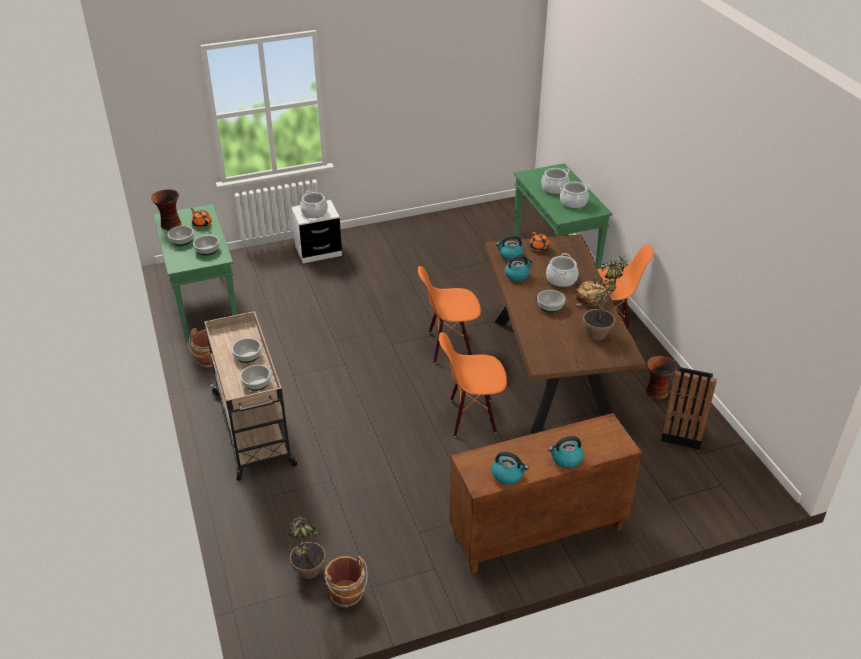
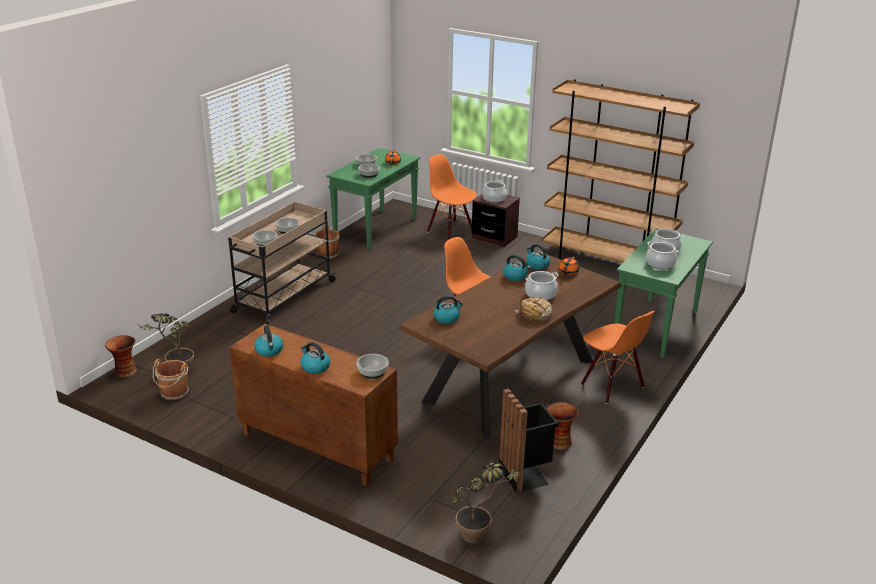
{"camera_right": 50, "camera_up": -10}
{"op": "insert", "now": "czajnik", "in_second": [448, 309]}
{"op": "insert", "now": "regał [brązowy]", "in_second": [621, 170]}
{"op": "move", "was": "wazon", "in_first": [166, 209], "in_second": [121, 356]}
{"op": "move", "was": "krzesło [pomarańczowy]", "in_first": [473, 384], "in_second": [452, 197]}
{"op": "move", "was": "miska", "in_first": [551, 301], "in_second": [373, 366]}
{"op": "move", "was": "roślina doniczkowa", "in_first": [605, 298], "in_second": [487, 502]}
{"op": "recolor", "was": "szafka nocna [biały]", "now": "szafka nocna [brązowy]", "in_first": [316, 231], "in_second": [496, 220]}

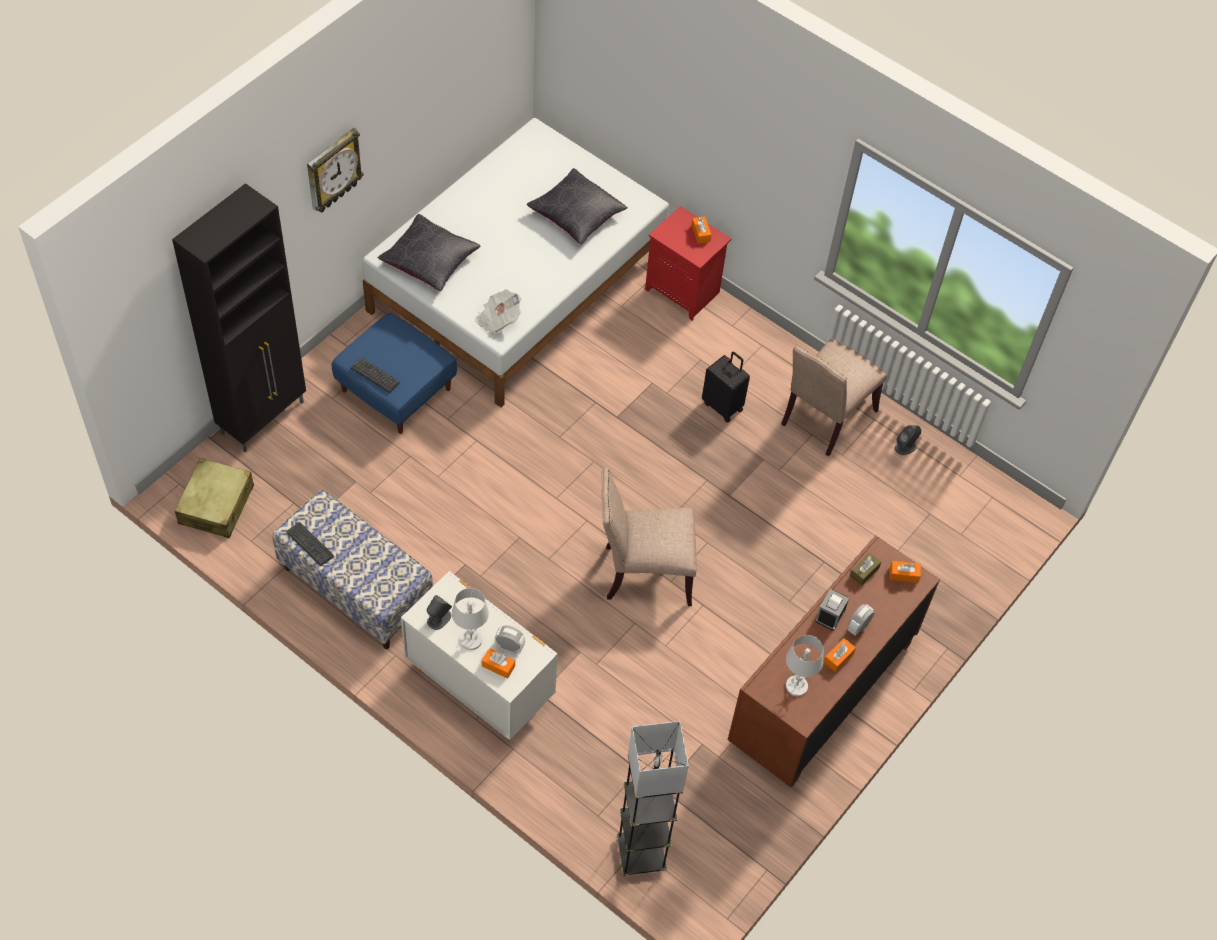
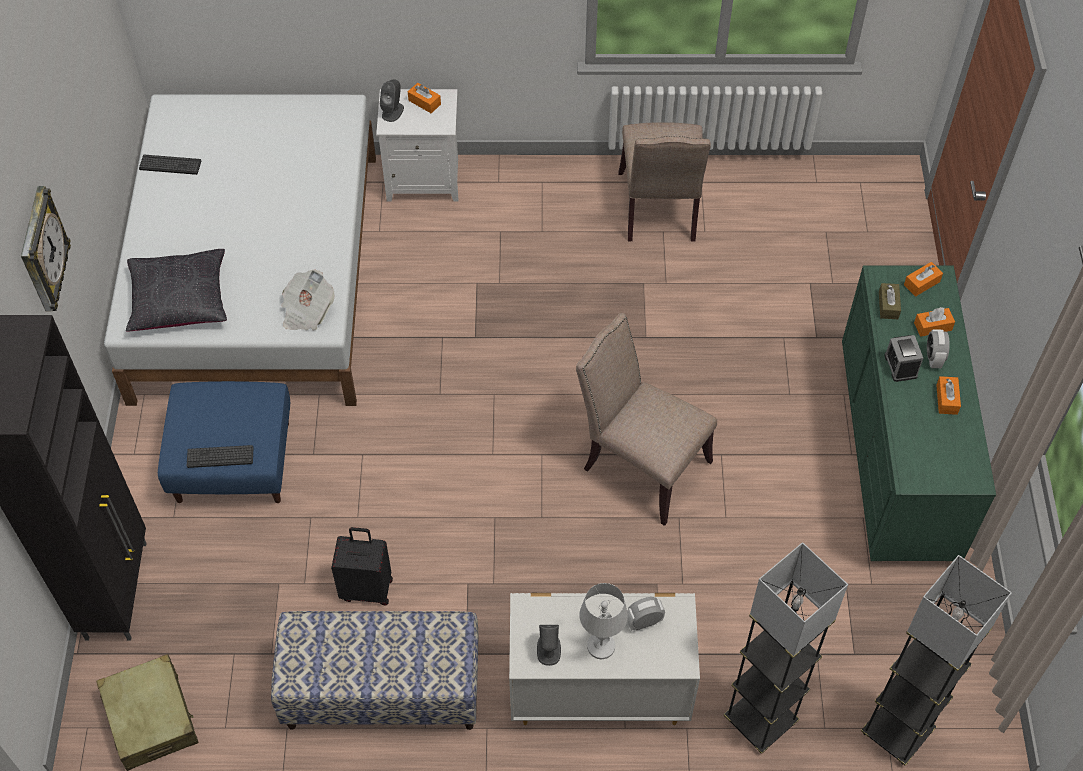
{"camera_right": -35, "camera_up": 0}
{"op": "delete", "was": "poduszka [czarny]", "in_first": [577, 206]}
{"op": "delete", "was": "lampa stołowa [biały]", "in_first": [804, 666]}
{"op": "insert", "now": "lampa stojąca [szary]", "in_second": [786, 648]}
{"op": "move", "was": "klawiatura", "in_first": [310, 544], "in_second": [170, 165]}
{"op": "move", "was": "pudełko chusteczek [pomarańczowy]", "in_first": [498, 663], "in_second": [934, 322]}
{"op": "move", "was": "walizka [czarny]", "in_first": [726, 386], "in_second": [362, 566]}
{"op": "move", "was": "głośnik [szary]", "in_first": [908, 440], "in_second": [392, 100]}
{"op": "recolor", "was": "szafka nocna [czerwony]", "now": "szafka nocna [biały]", "in_first": [688, 263], "in_second": [417, 145]}
{"op": "recolor", "was": "komoda [brązowy]", "now": "komoda [zielony]", "in_first": [834, 661], "in_second": [919, 413]}
{"op": "rotate", "was": "krzesło [beżowy]", "in_first": [649, 536], "in_second": [646, 419], "clockwise": 75}

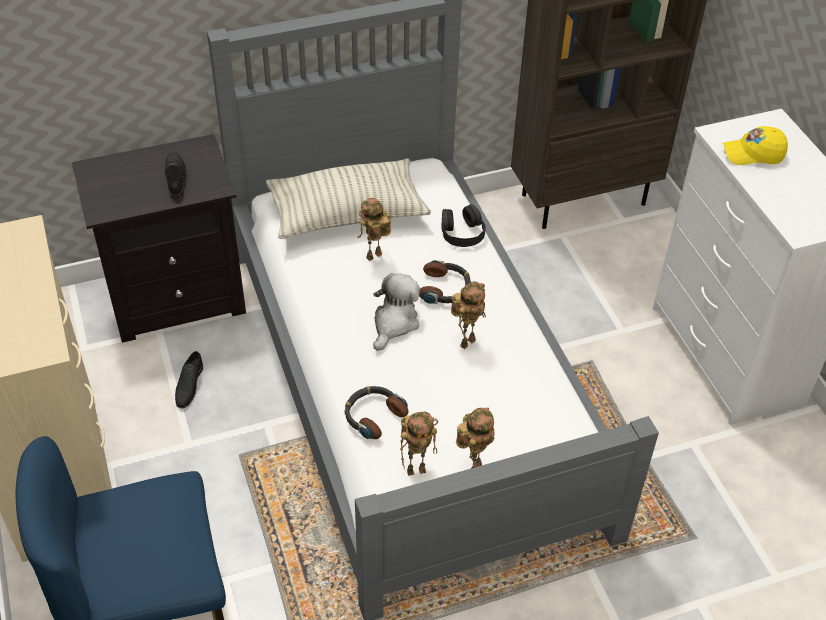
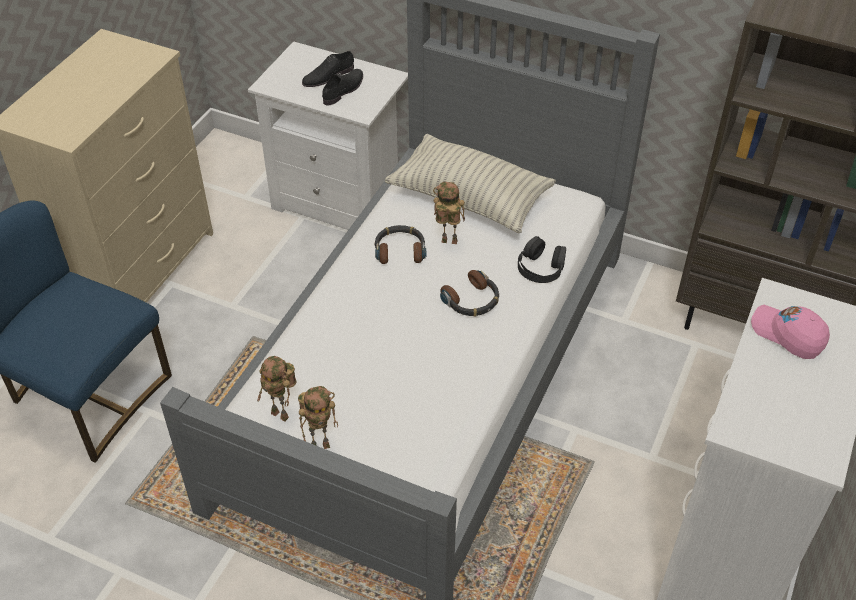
{"camera_right": 45, "camera_up": 0}
{"op": "delete", "was": "pluszak", "in_first": [396, 312]}
{"op": "delete", "was": "robot zabawkowy", "in_first": [468, 315]}
{"op": "move", "was": "but [czarny]", "in_first": [189, 380], "in_second": [328, 69]}
{"op": "move", "was": "słuchawki", "in_first": [376, 412], "in_second": [400, 244]}
{"op": "recolor", "was": "szafka nocna [czarny]", "now": "szafka nocna [biały]", "in_first": [159, 238], "in_second": [328, 135]}
{"op": "recolor", "was": "czapka z daszkiem [żółty]", "now": "czapka z daszkiem [różowy]", "in_first": [755, 145], "in_second": [790, 332]}

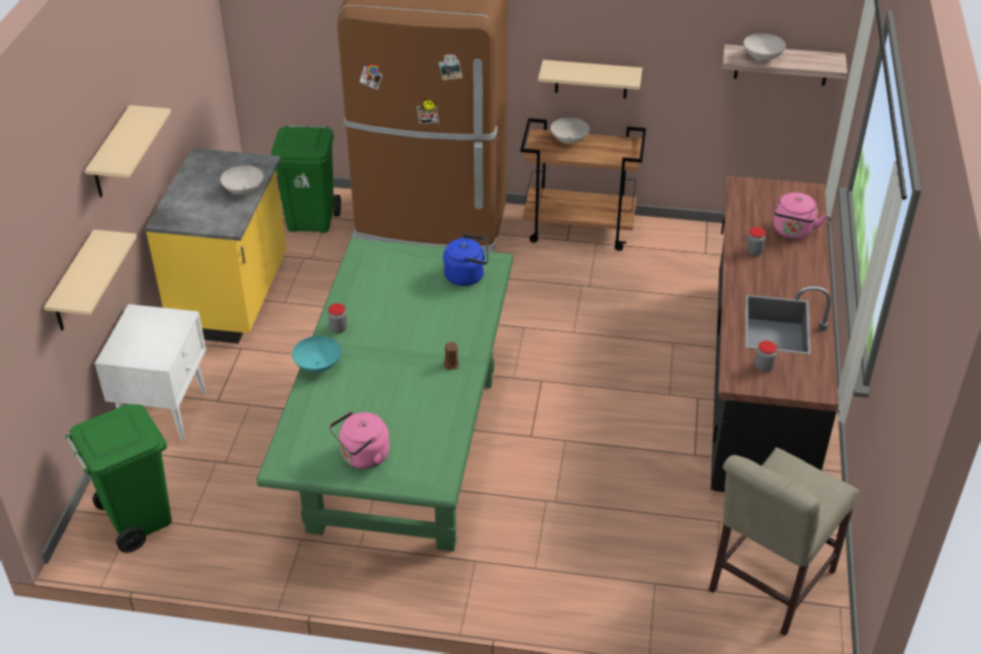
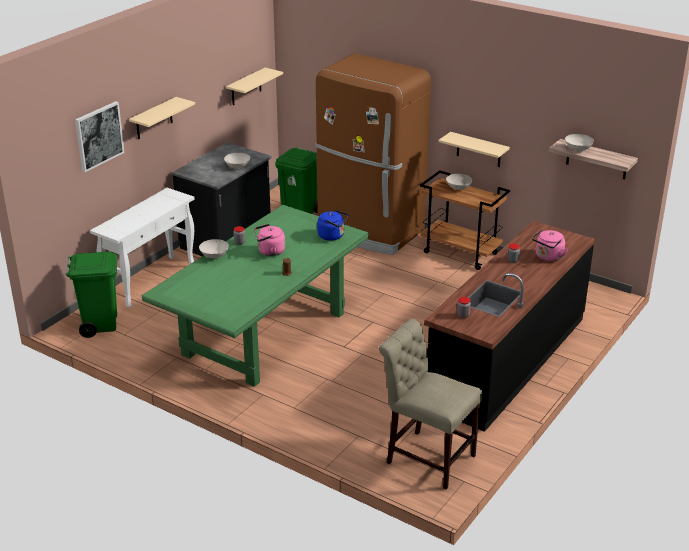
{"camera_right": 25, "camera_up": -10}
{"op": "insert", "now": "obraz", "in_second": [100, 136]}
{"op": "move", "was": "półka [beżowy]", "in_first": [90, 280], "in_second": [254, 86]}
{"op": "move", "was": "czajnik [różowy]", "in_first": [359, 440], "in_second": [269, 240]}
{"op": "replace", "was": "szafka nocna [biały]", "now": "stolik konsolowy [biały]", "in_first": [150, 372], "in_second": [142, 248]}
{"op": "recolor", "was": "zabudowa kuchenna [żółty]", "now": "zabudowa kuchenna [czarny]", "in_first": [215, 246], "in_second": [222, 199]}
{"op": "recolor", "was": "miska [turkusowy]", "now": "miska [biały]", "in_first": [316, 354], "in_second": [214, 248]}
{"op": "rotate", "was": "krzesło [beżowy]", "in_first": [784, 541], "in_second": [430, 404], "clockwise": 60}

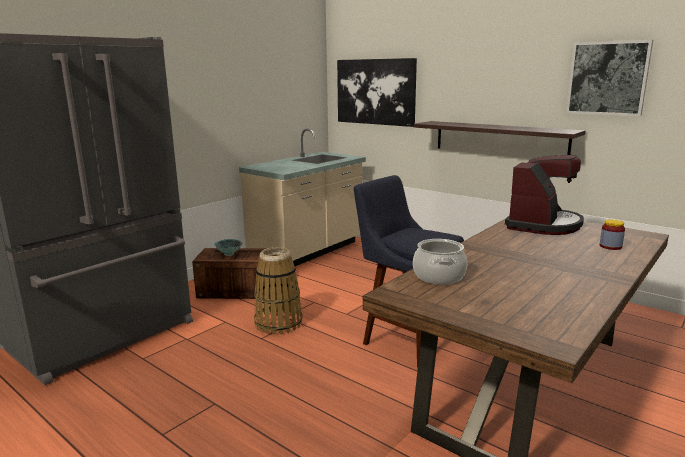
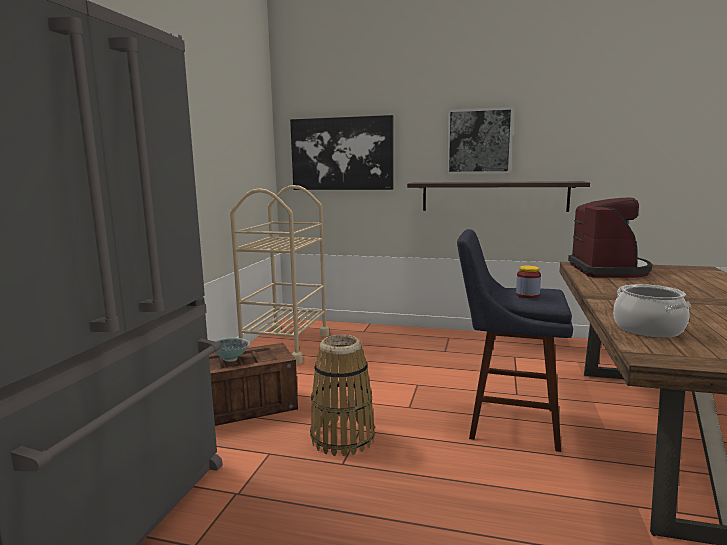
{"camera_right": -25, "camera_up": -5}
{"op": "move", "was": "obraz", "in_first": [609, 78], "in_second": [480, 140]}
{"op": "move", "was": "słoik", "in_first": [612, 234], "in_second": [528, 282]}
{"op": "replace", "was": "zabudowa kuchenna [beżowy]", "now": "wózek [beżowy]", "in_first": [302, 197], "in_second": [279, 274]}

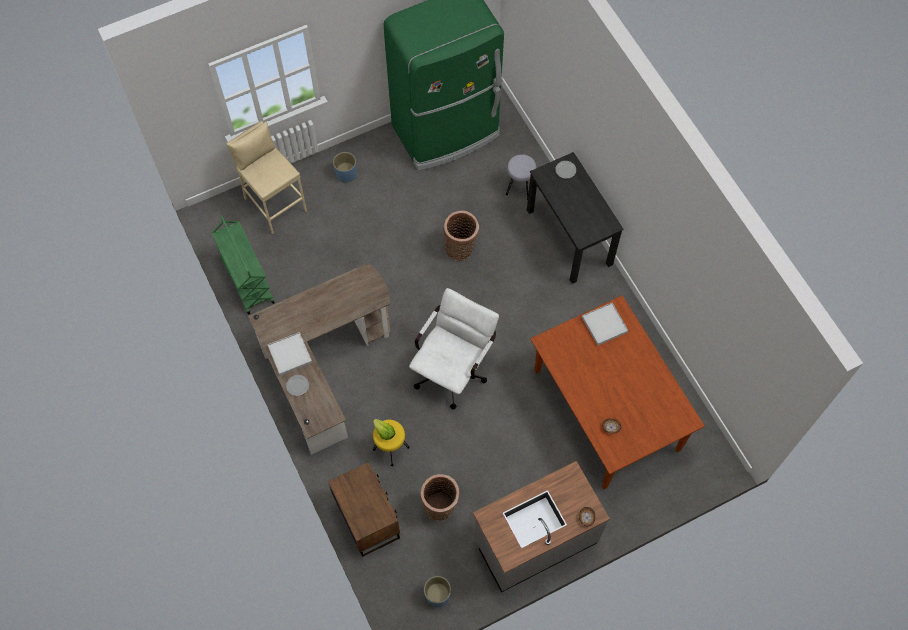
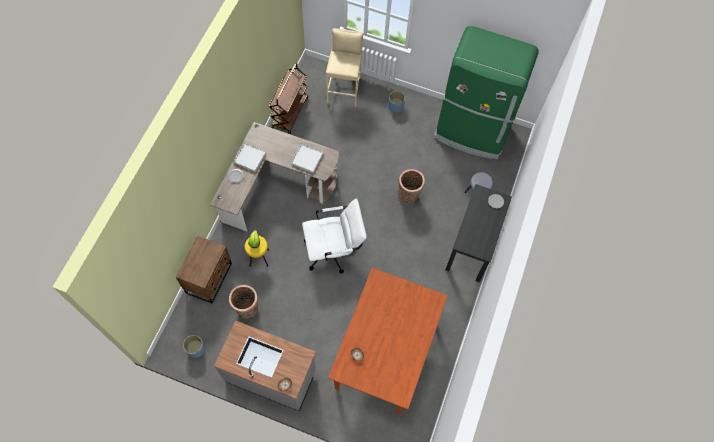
{"camera_right": 45, "camera_up": 0}
{"op": "move", "was": "taca [biały]", "in_first": [605, 324], "in_second": [307, 158]}
{"op": "recolor", "was": "wózek [zielony]", "now": "wózek [brązowy]", "in_first": [243, 265], "in_second": [288, 98]}

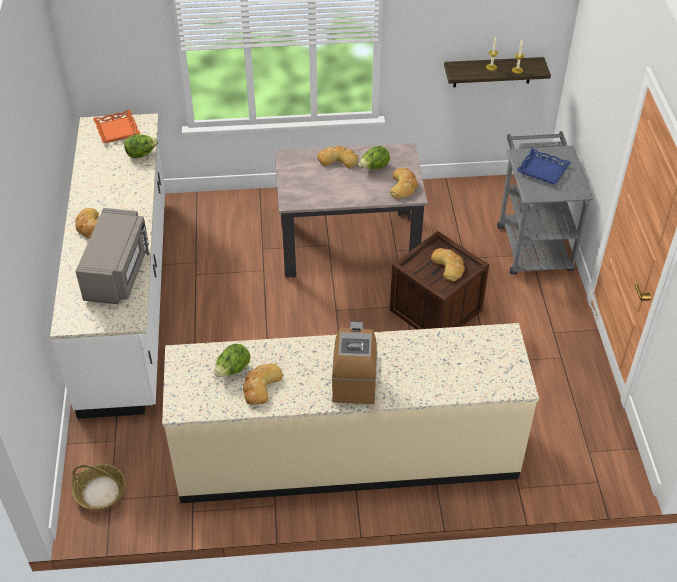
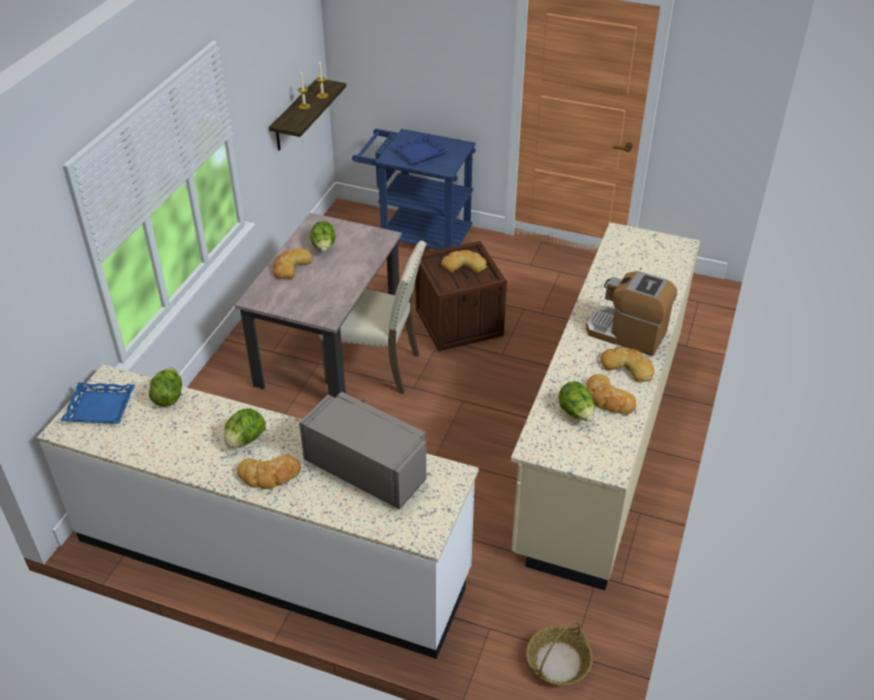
{"camera_right": -65, "camera_up": -5}
{"op": "insert", "now": "sałata", "in_second": [245, 428]}
{"op": "insert", "now": "krzesło [beżowy]", "in_second": [373, 317]}
{"op": "move", "was": "chleb", "in_first": [404, 183], "in_second": [627, 364]}
{"op": "recolor", "was": "taca [pomarańczowy]", "now": "taca [niebieski]", "in_first": [116, 126], "in_second": [98, 403]}
{"op": "recolor", "was": "wózek [szary]", "now": "wózek [niebieski]", "in_first": [545, 202], "in_second": [414, 189]}

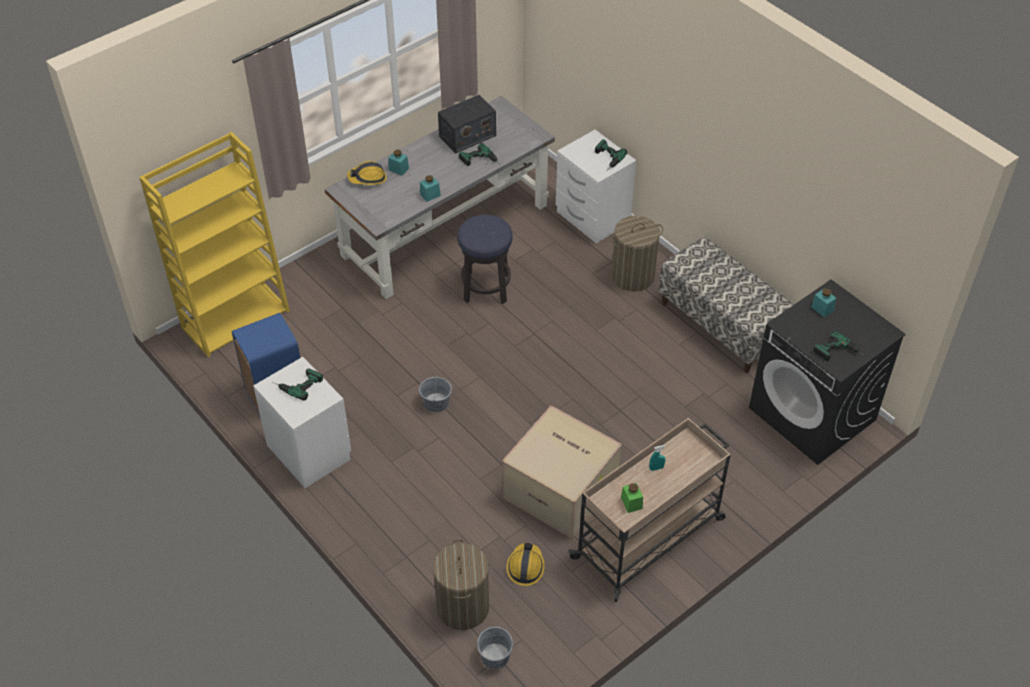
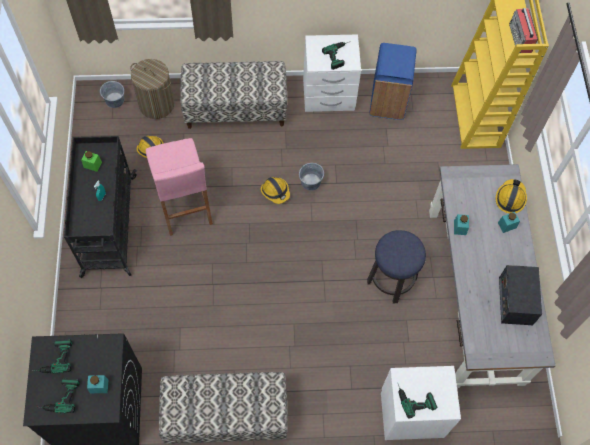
{"camera_right": 125, "camera_up": 15}
{"op": "delete", "was": "kosz na pranie", "in_first": [637, 253]}
{"op": "insert", "now": "ławka", "in_second": [233, 95]}
{"op": "insert", "now": "kask", "in_second": [275, 190]}
{"op": "insert", "now": "radio", "in_second": [523, 30]}
{"op": "move", "was": "wiertarka", "in_first": [478, 154], "in_second": [60, 396]}
{"op": "replace", "was": "karton", "now": "stołek [różowy]", "in_first": [562, 472], "in_second": [179, 187]}
{"op": "recolor", "was": "wózek [beżowy]", "now": "wózek [czarny]", "in_first": [649, 510], "in_second": [100, 207]}

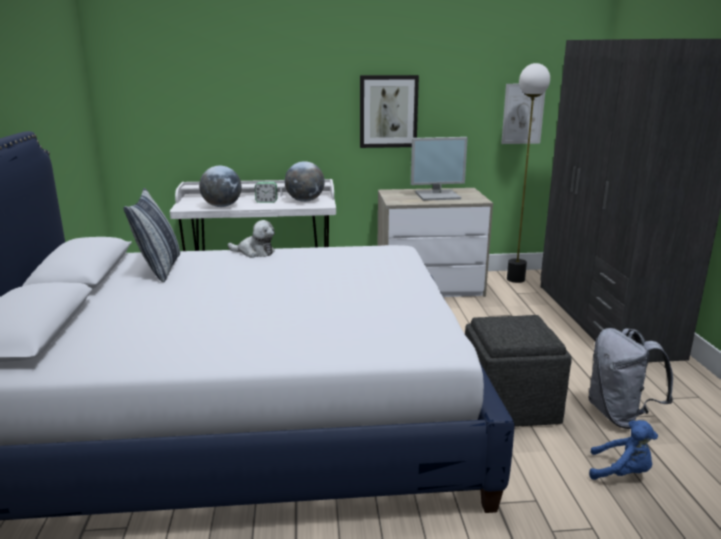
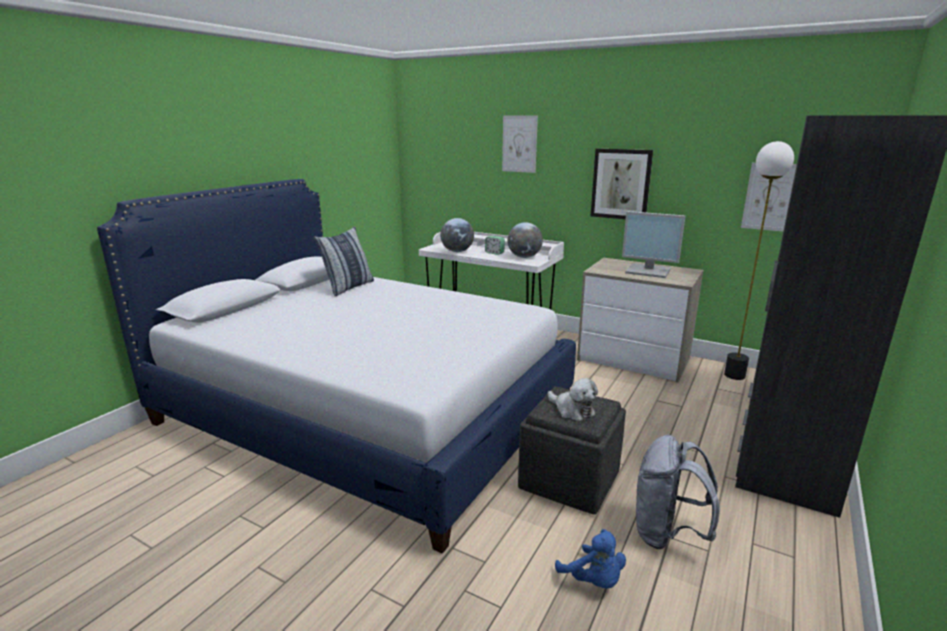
{"camera_right": 35, "camera_up": 0}
{"op": "insert", "now": "obraz", "in_second": [520, 144]}
{"op": "move", "was": "pluszak", "in_first": [251, 239], "in_second": [573, 399]}

